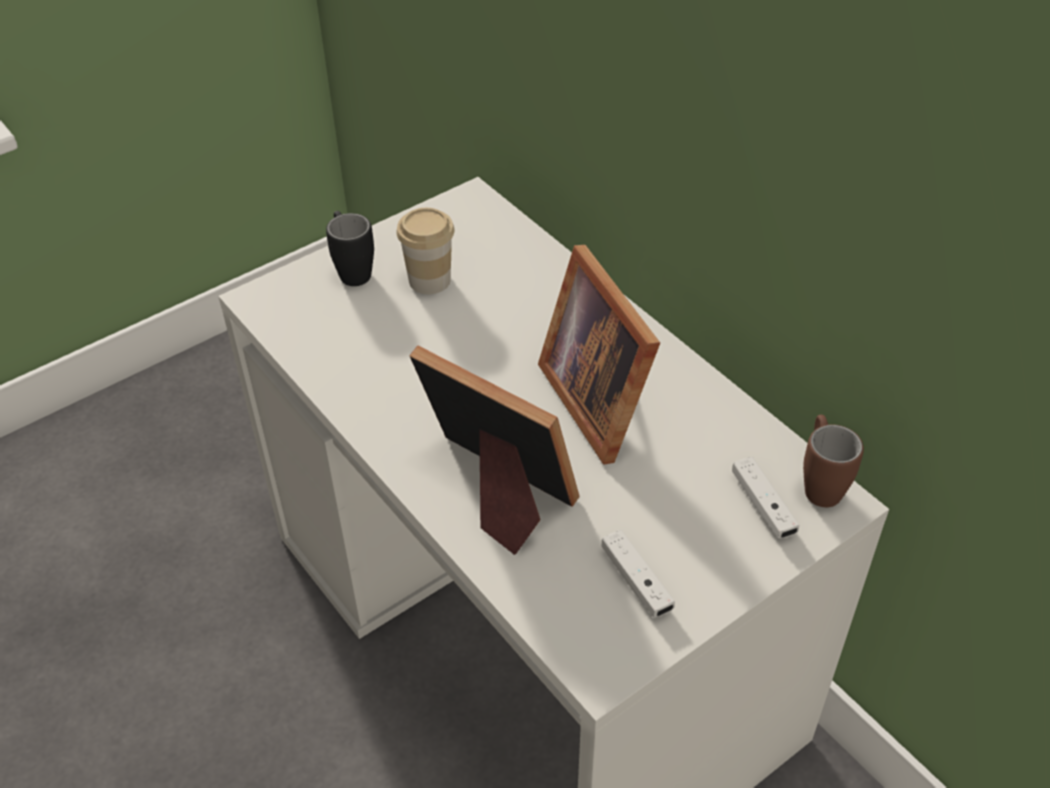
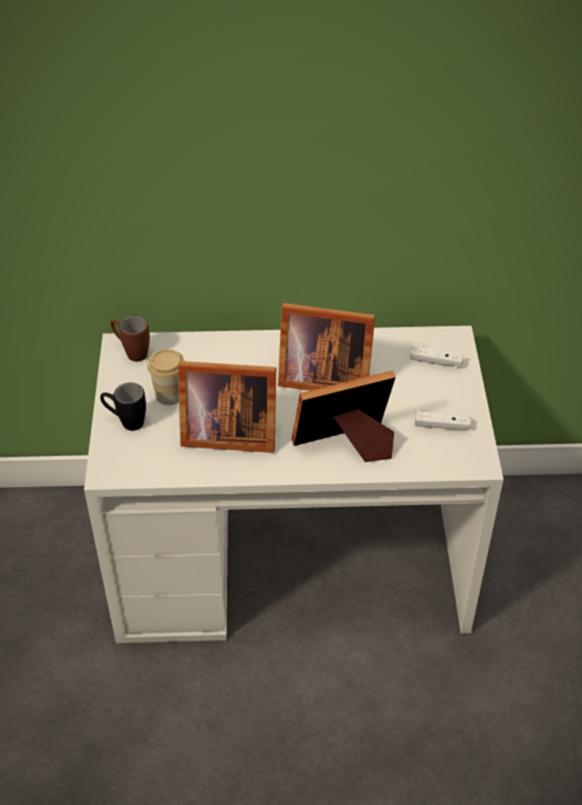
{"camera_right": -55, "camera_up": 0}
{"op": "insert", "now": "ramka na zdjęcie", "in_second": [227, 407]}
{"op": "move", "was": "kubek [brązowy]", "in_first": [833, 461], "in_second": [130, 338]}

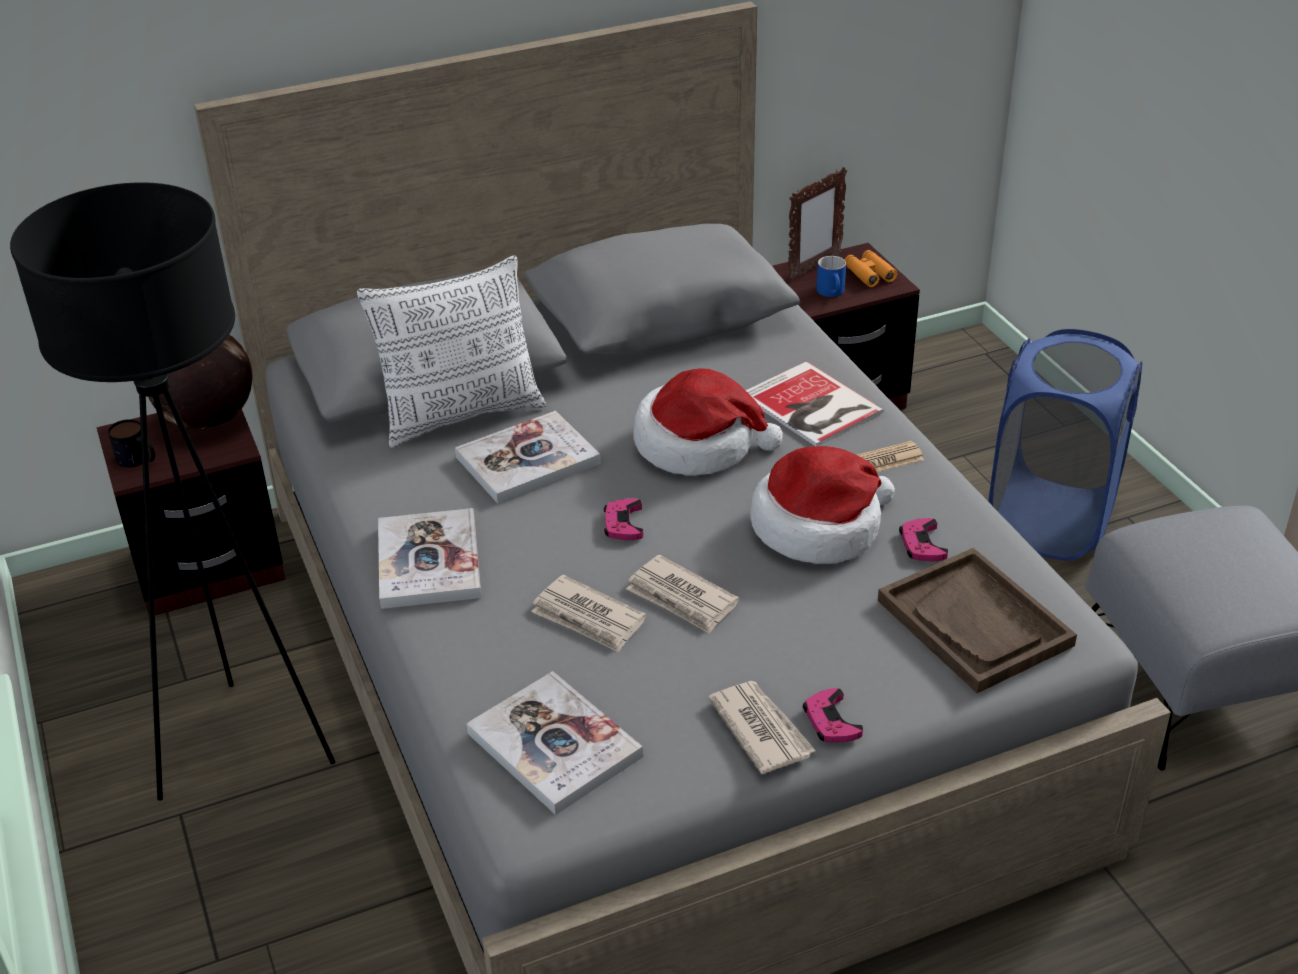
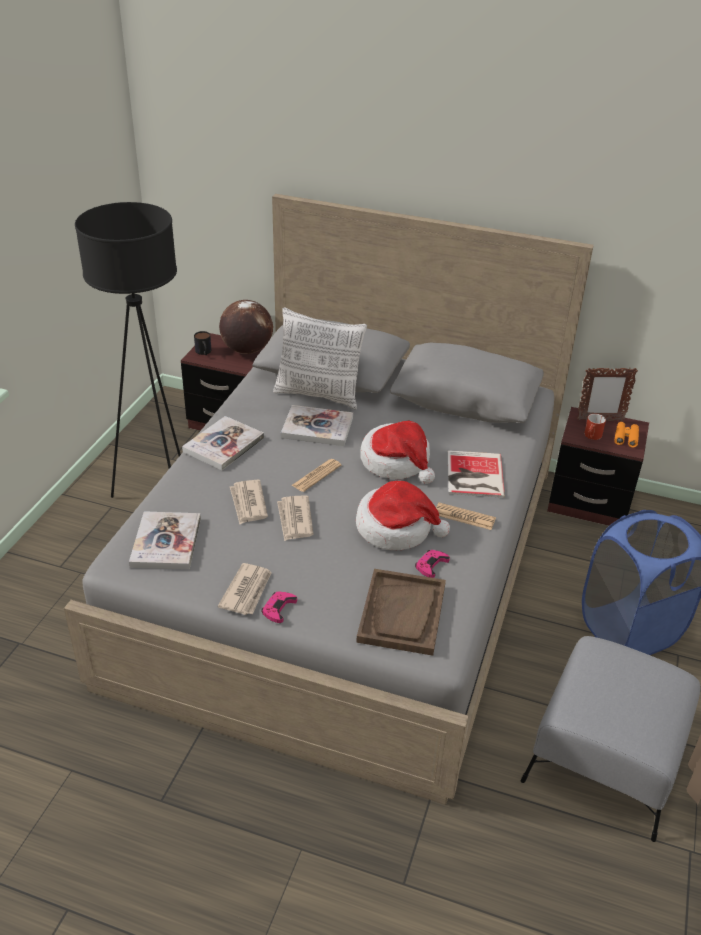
{"camera_right": 40, "camera_up": 0}
{"op": "replace", "was": "pad do gier [różowy]", "now": "gazeta", "in_first": [624, 519], "in_second": [317, 475]}
{"op": "recolor", "was": "kubek [niebieski]", "now": "kubek [czerwony]", "in_first": [831, 276], "in_second": [595, 427]}

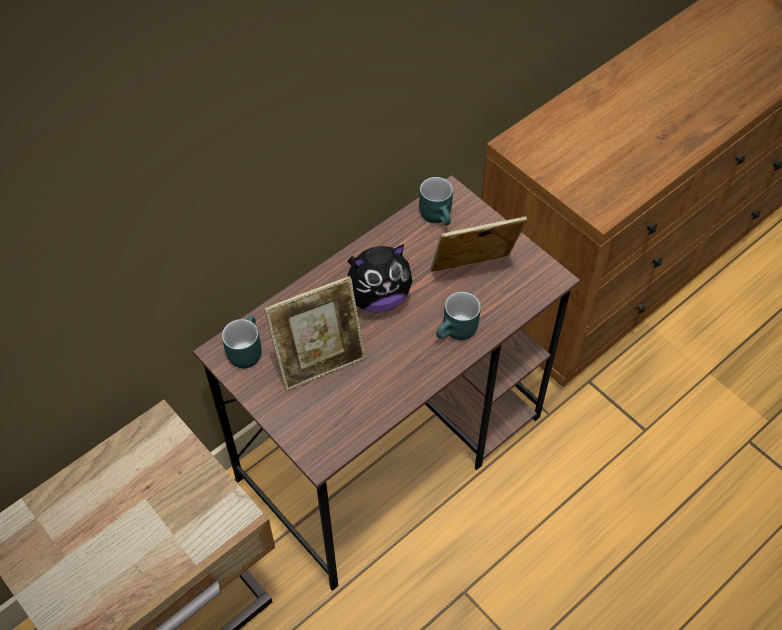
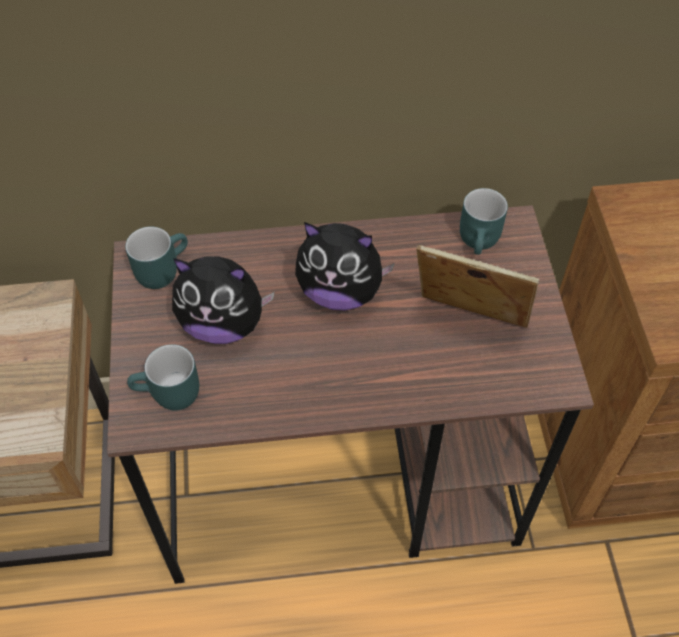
{"camera_right": 35, "camera_up": 0}
{"op": "move", "was": "kubek [turkusowy]", "in_first": [458, 316], "in_second": [163, 377]}
{"op": "replace", "was": "ramka na zdjęcie", "now": "pluszak", "in_first": [315, 333], "in_second": [223, 300]}

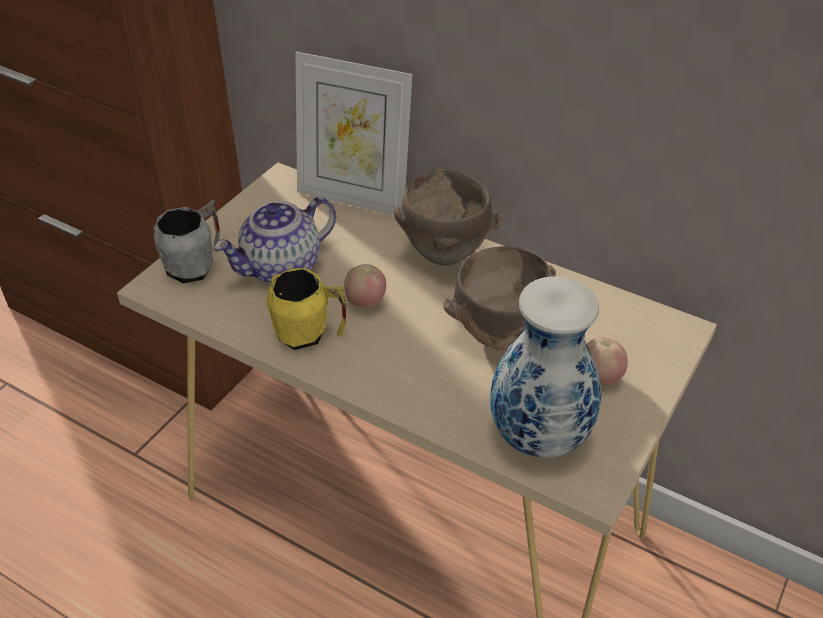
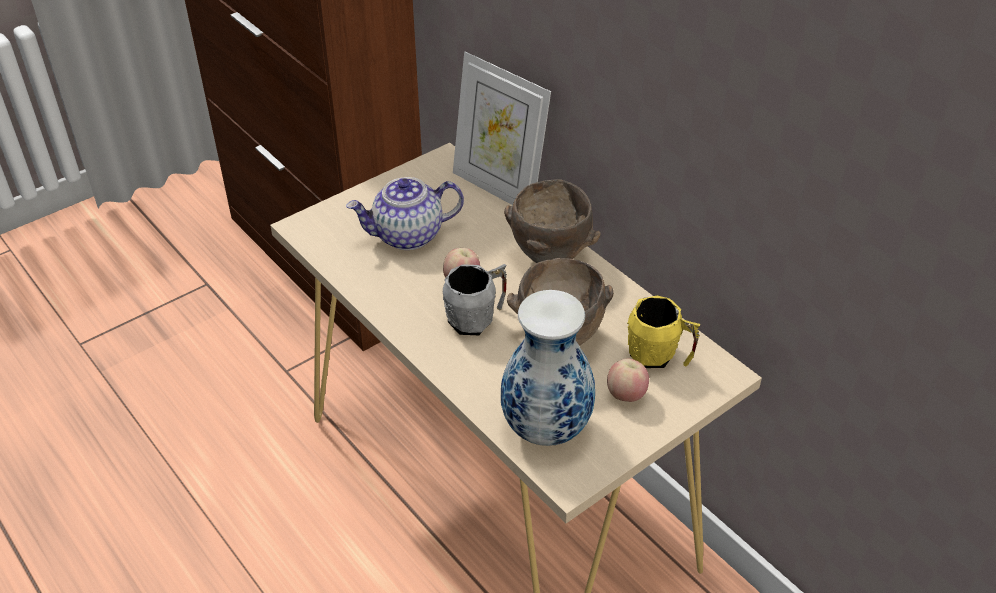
{"camera_right": 20, "camera_up": 0}
{"op": "move", "was": "kubek [szary]", "in_first": [186, 241], "in_second": [474, 299]}
{"op": "move", "was": "kubek [żółty]", "in_first": [307, 309], "in_second": [663, 332]}

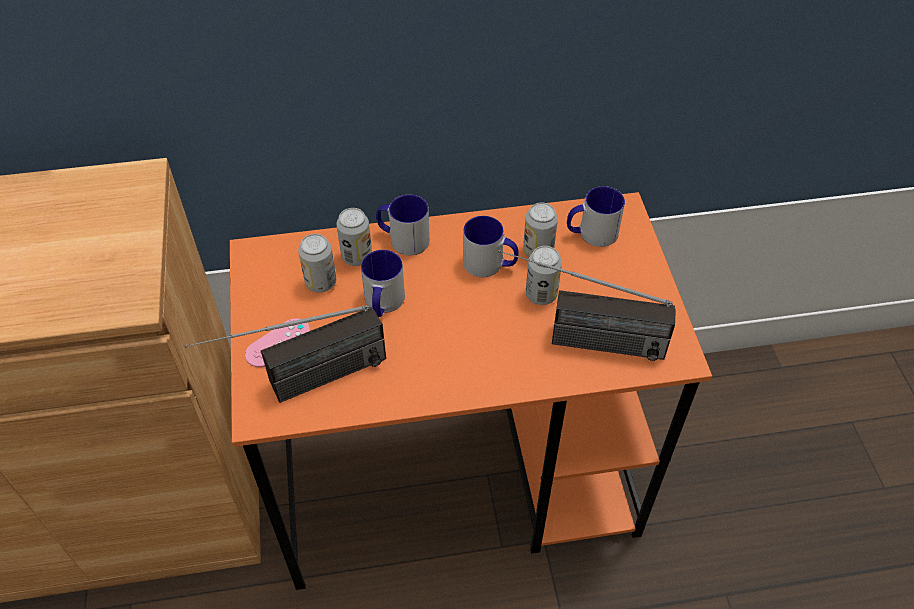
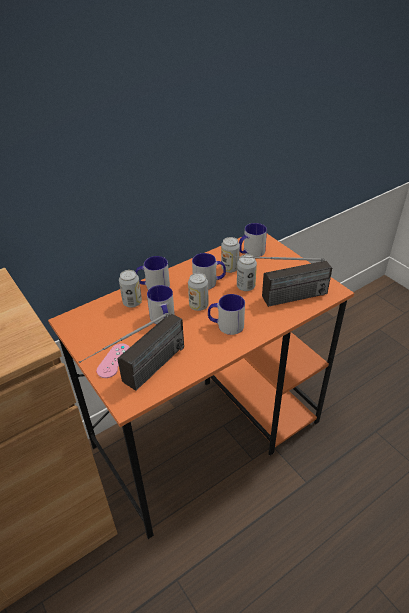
{"camera_right": -25, "camera_up": -10}
{"op": "insert", "now": "kubek", "in_second": [226, 314]}
{"op": "move", "was": "puszka", "in_first": [317, 263], "in_second": [198, 292]}

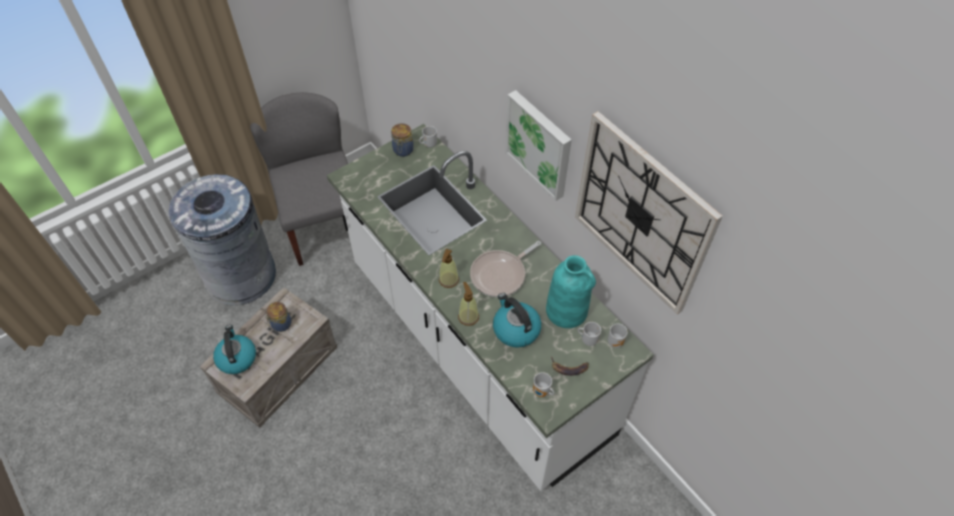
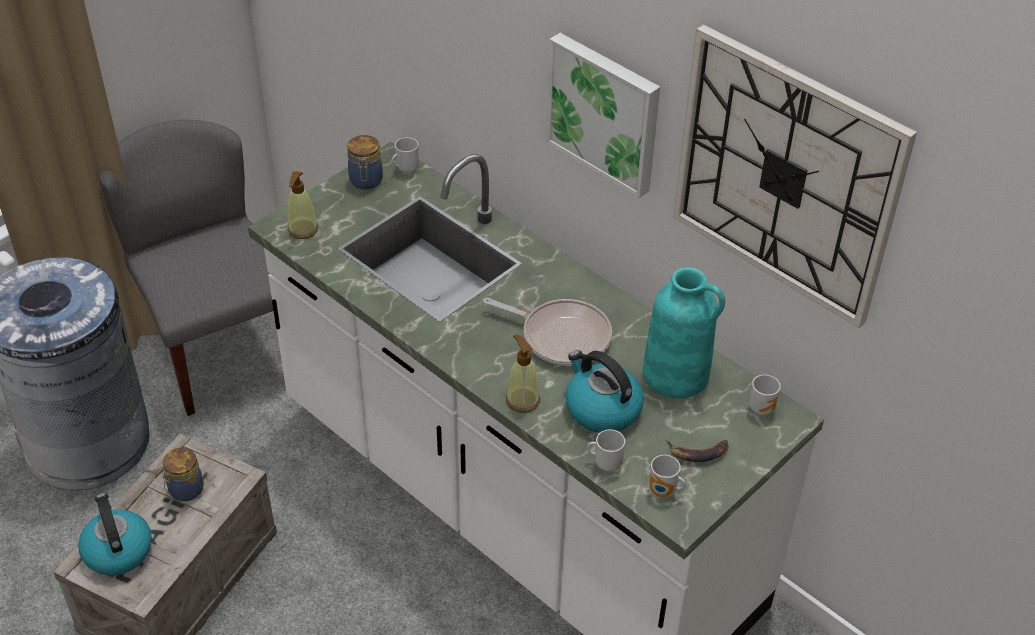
{"camera_right": -10, "camera_up": -10}
{"op": "move", "was": "dozownik mydła", "in_first": [449, 268], "in_second": [302, 205]}
{"op": "move", "was": "kubek", "in_first": [589, 334], "in_second": [606, 450]}
{"op": "rotate", "was": "patelnia", "in_first": [505, 269], "in_second": [548, 332], "clockwise": -105}

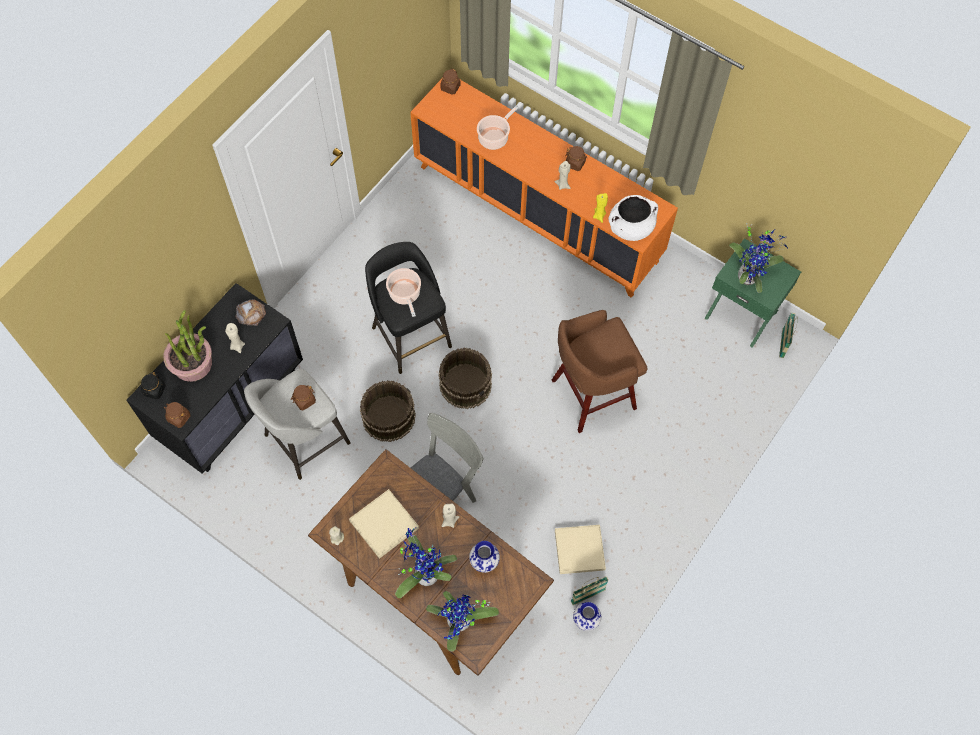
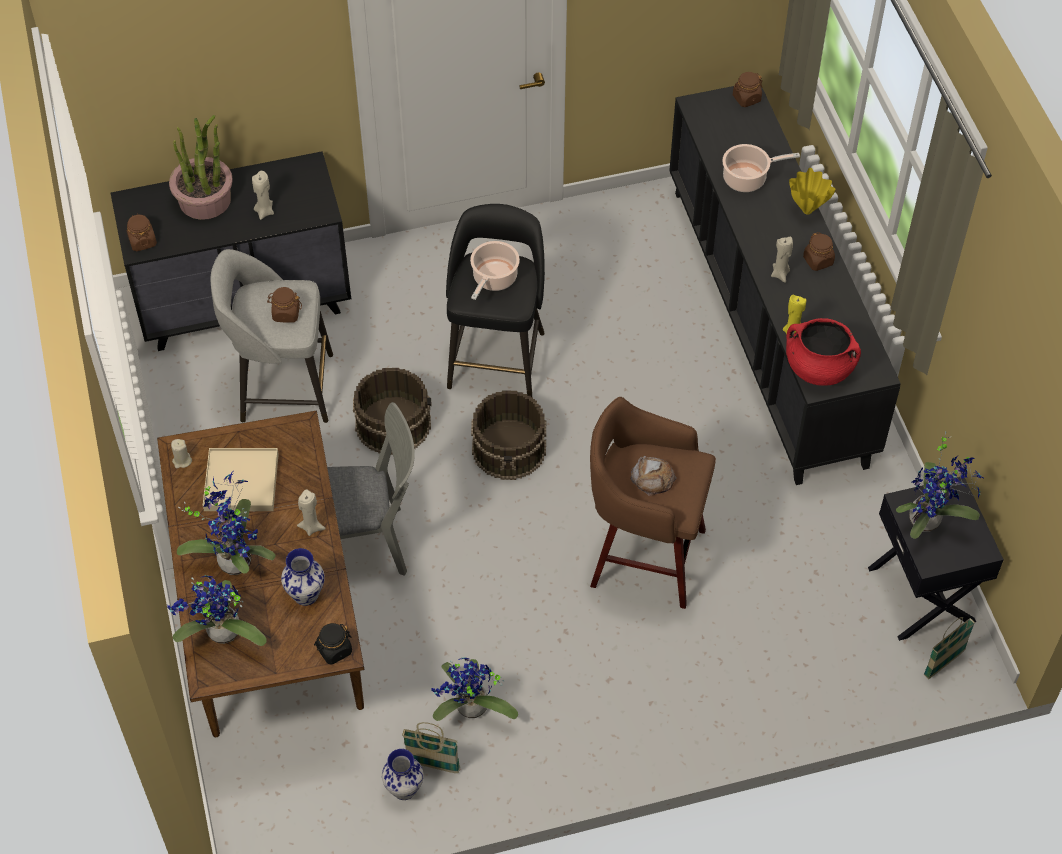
{"camera_right": 40, "camera_up": -10}
{"op": "insert", "now": "wazon [żółty]", "in_second": [812, 191]}
{"op": "move", "was": "słoik [czarny]", "in_first": [153, 386], "in_second": [333, 644]}
{"op": "move", "was": "chleb", "in_first": [250, 312], "in_second": [653, 476]}
{"op": "replace", "was": "taca [beżowy]", "now": "roślina doniczkowa", "in_first": [580, 549], "in_second": [474, 689]}
{"op": "recolor", "was": "szafka [pomarańczowy]", "now": "szafka [czarny]", "in_first": [544, 188], "in_second": [785, 285]}
{"op": "recolor", "was": "garnek [biały]", "now": "garnek [czerwony]", "in_first": [633, 218], "in_second": [823, 352]}
{"op": "recolor", "was": "szafka nocna [zielony]", "now": "szafka nocna [czarny]", "in_first": [752, 292], "in_second": [936, 559]}

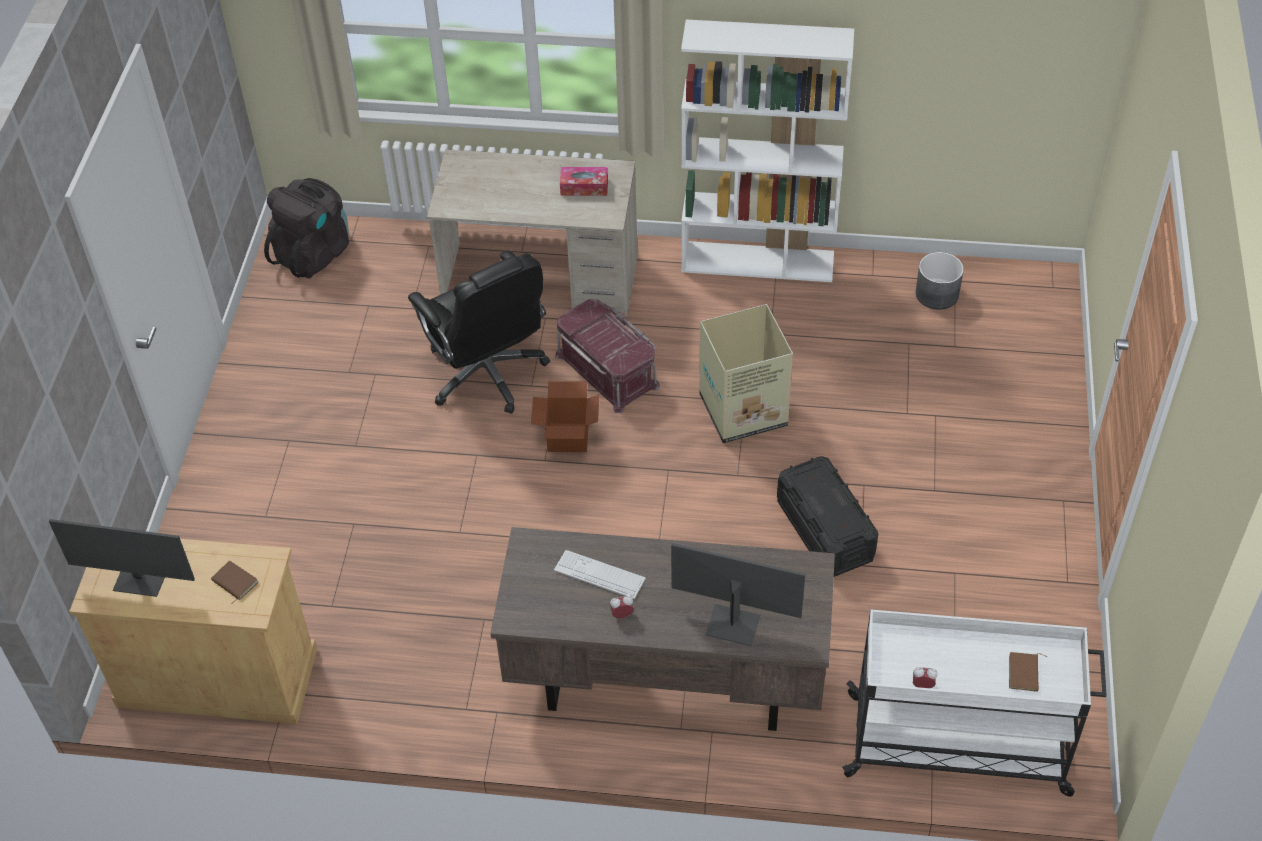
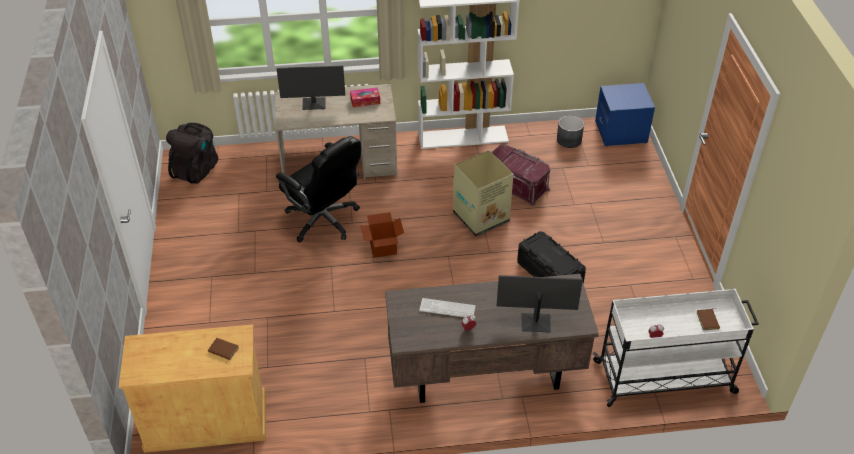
{"camera_right": -15, "camera_up": -5}
{"op": "insert", "now": "szafka nocna [niebieski]", "in_second": [625, 115]}
{"op": "move", "was": "monitor", "in_first": [122, 558], "in_second": [311, 88]}
{"op": "move", "was": "pojemnik do przechowywania [czerwony]", "in_first": [607, 356], "in_second": [521, 175]}

